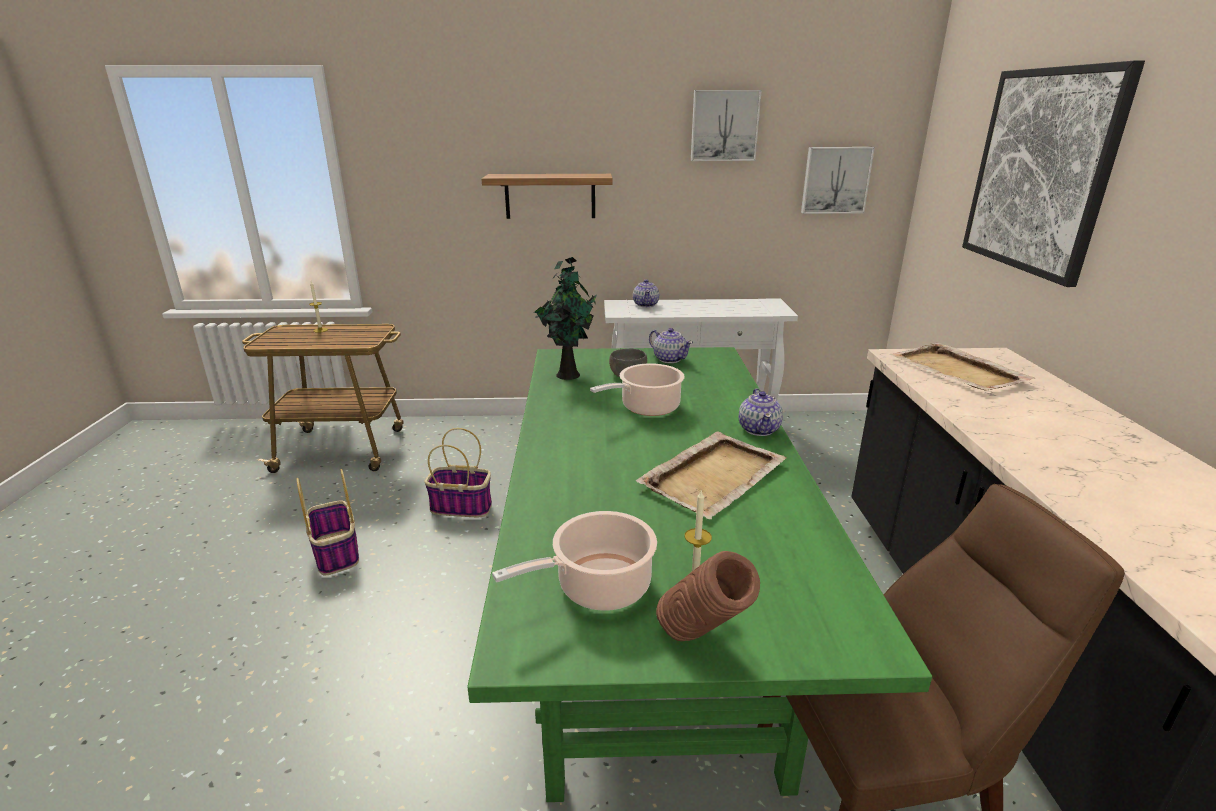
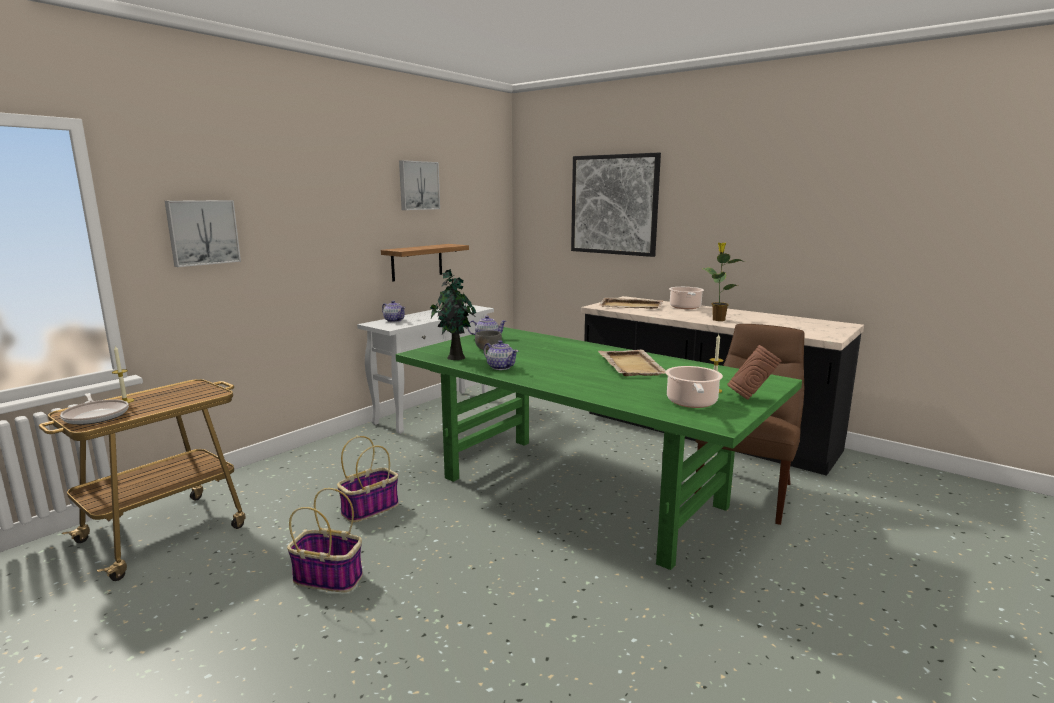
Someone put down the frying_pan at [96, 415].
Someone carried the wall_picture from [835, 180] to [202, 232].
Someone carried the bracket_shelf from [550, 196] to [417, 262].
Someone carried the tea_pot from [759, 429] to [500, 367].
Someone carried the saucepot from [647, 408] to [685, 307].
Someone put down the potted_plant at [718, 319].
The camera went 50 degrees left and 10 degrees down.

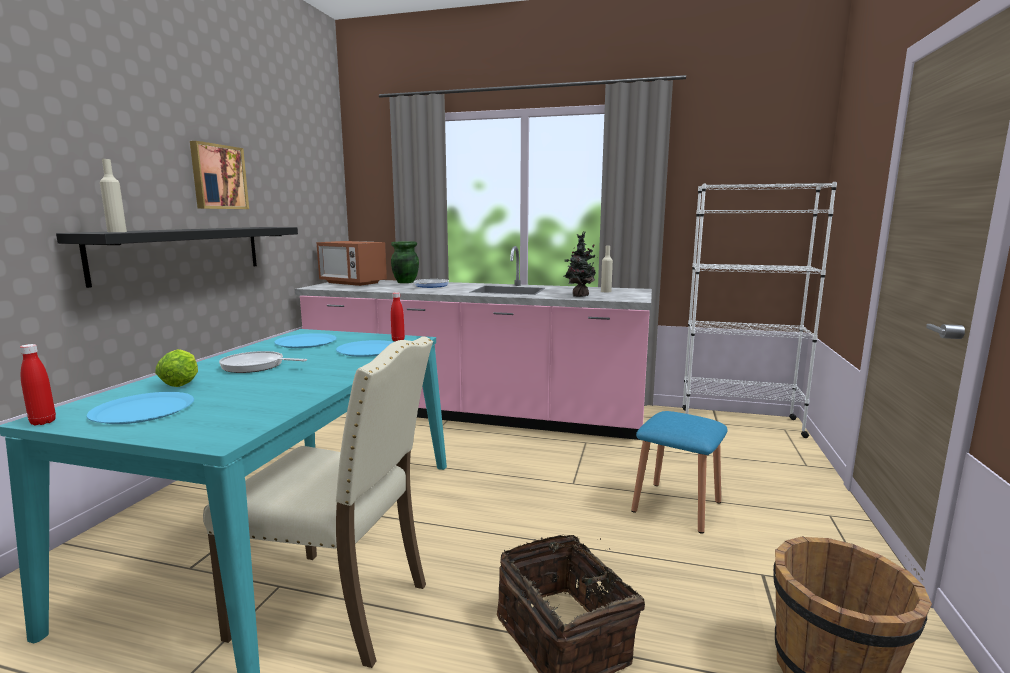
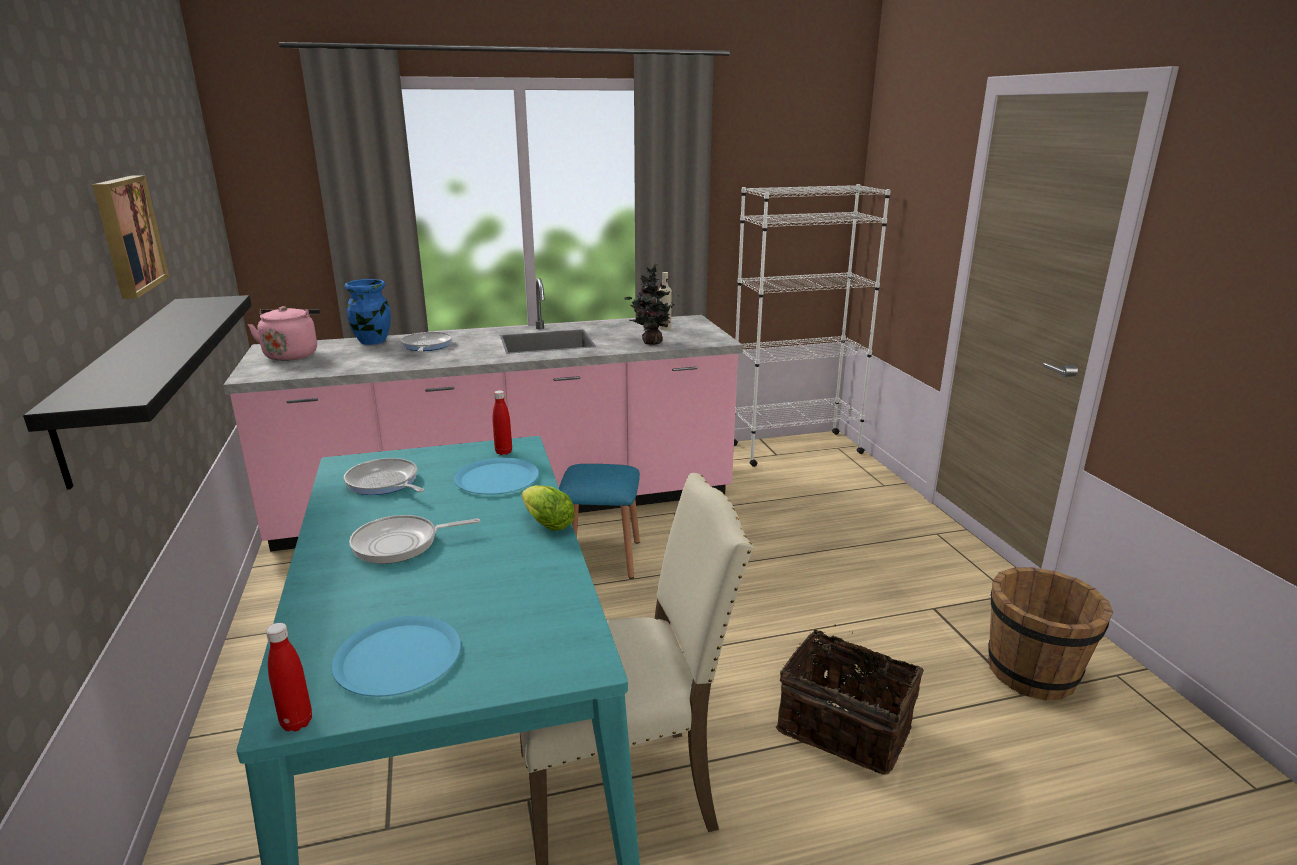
Someone swapped the microwave at [352, 283] for the pink_water_kettle at [292, 354].
Someone swapped the blue-coloured_flat_dish at [306, 342] for the frying_pan at [384, 483].
Someone repainted the green-coloured_decorative_vase at [405, 282], which became the blue-coloured_decorative_vase at [372, 341].
Someone carried the head_of_lettuce from [182, 382] to [545, 523].
Someone carried the blue-coloured_sitting_stool from [676, 506] to [601, 557].
Someone took away the beige-coloured_bottle at [117, 232].
The camera went 30 degrees left and 10 degrees up.

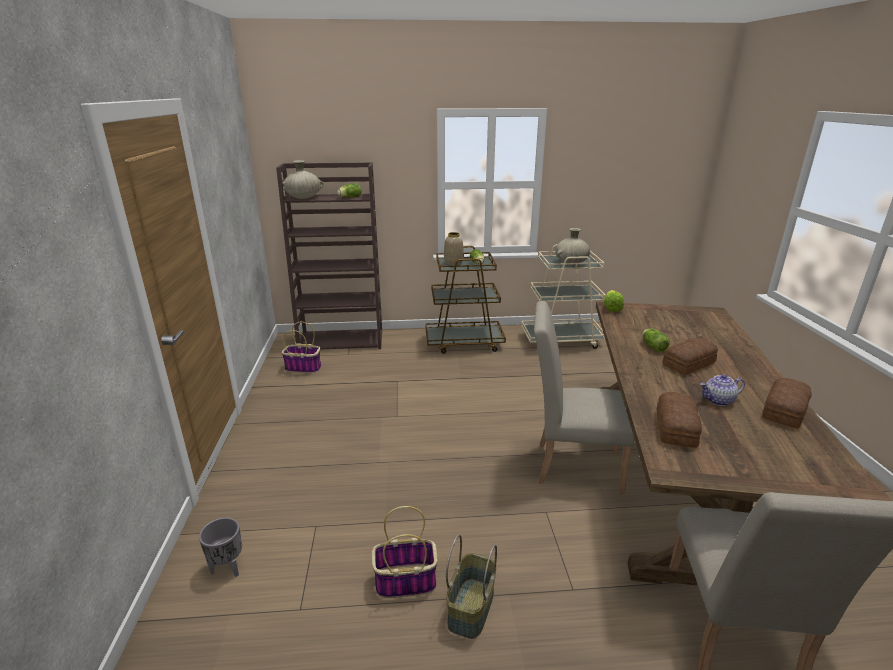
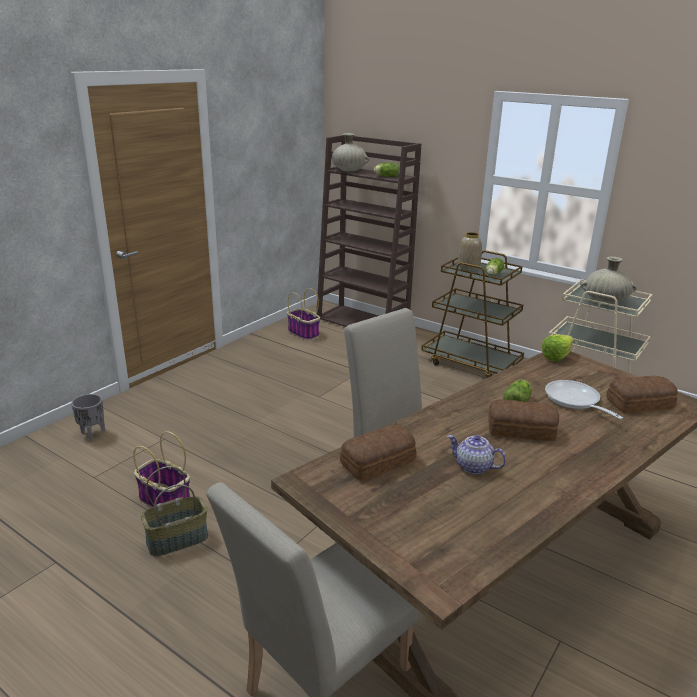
Someone put down the frying_pan at [575, 401].
Someone carried the bakery_bread from [785, 411] to [641, 404].
The camera went 40 degrees right and 0 degrees up.

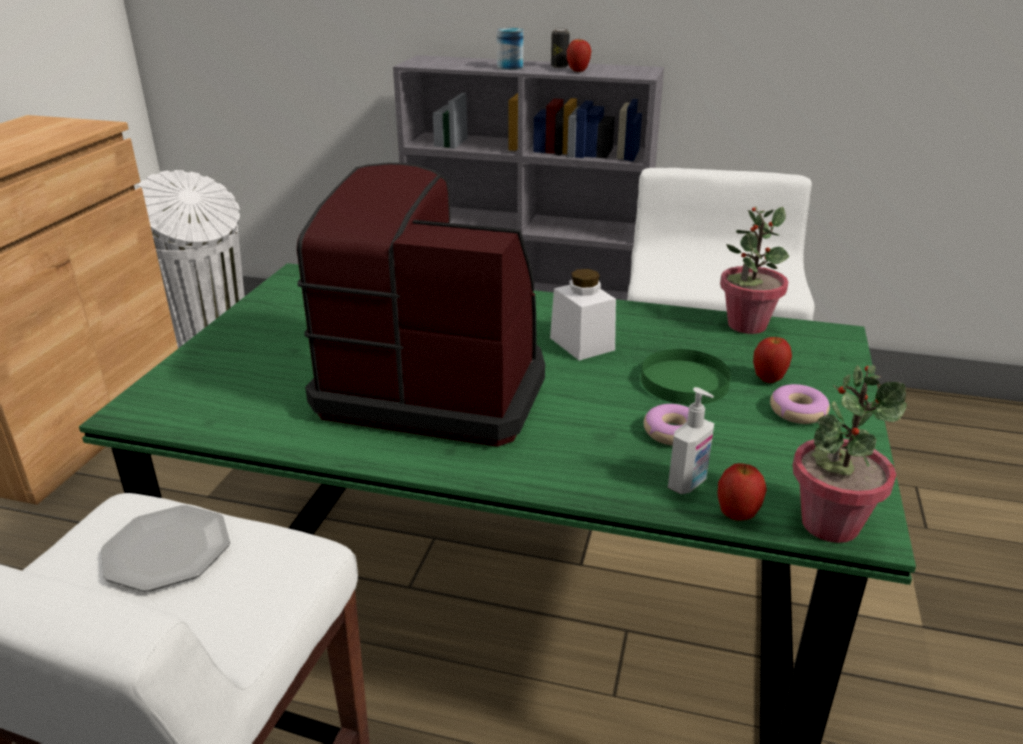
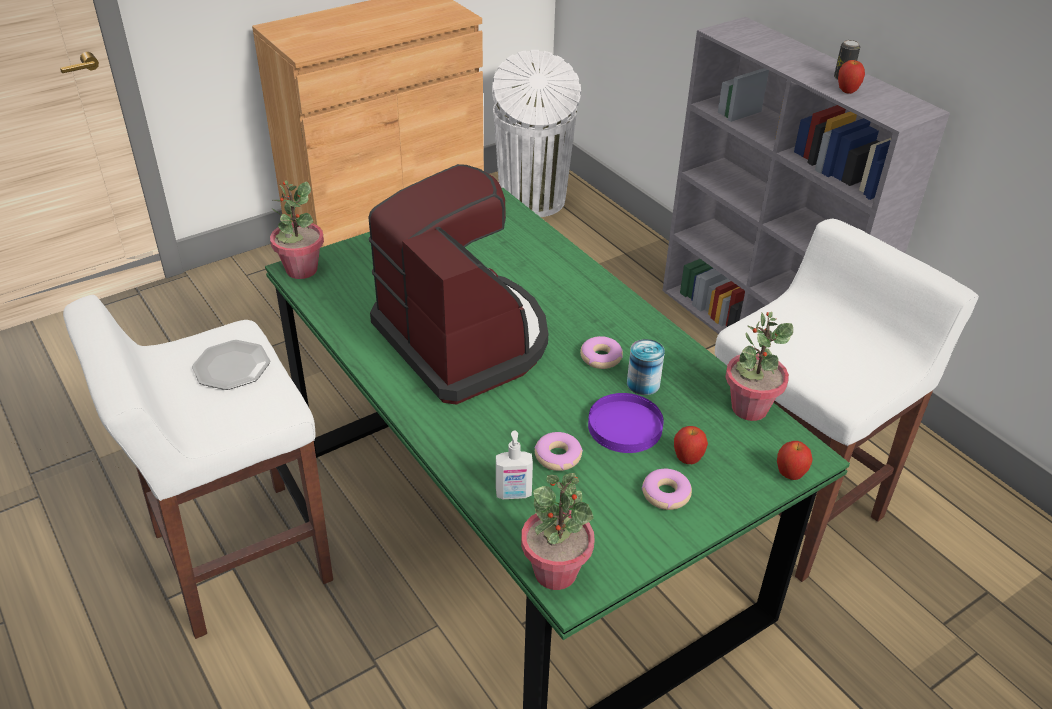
Someone put down the potted_plant at [301, 270].
Someone swapped the white-coloured_jar at [582, 344] for the ring_doughnut at [601, 358].
Someone repainted the green-coloured_flat_dish at [684, 381], which became the purple-coloured_flat_dish at [625, 426].
Someone carried the sealed_can from [510, 67] to [643, 384].
Someone carried the apple from [736, 515] to [790, 475].
The camera went 40 degrees right and 10 degrees up.

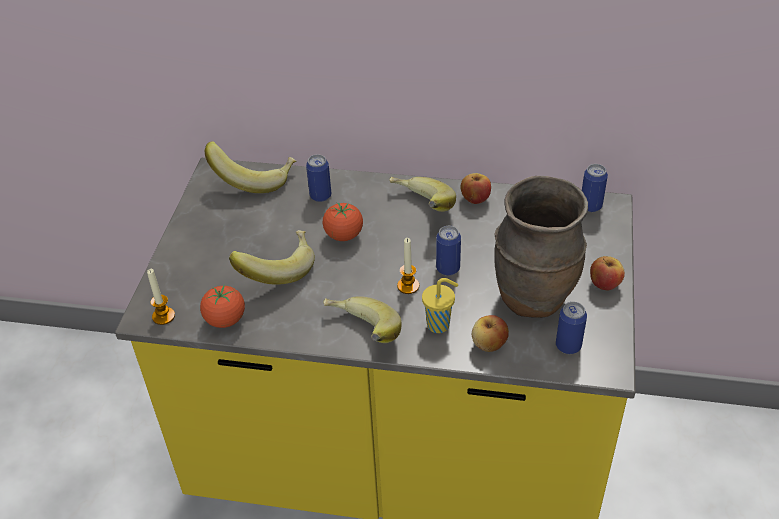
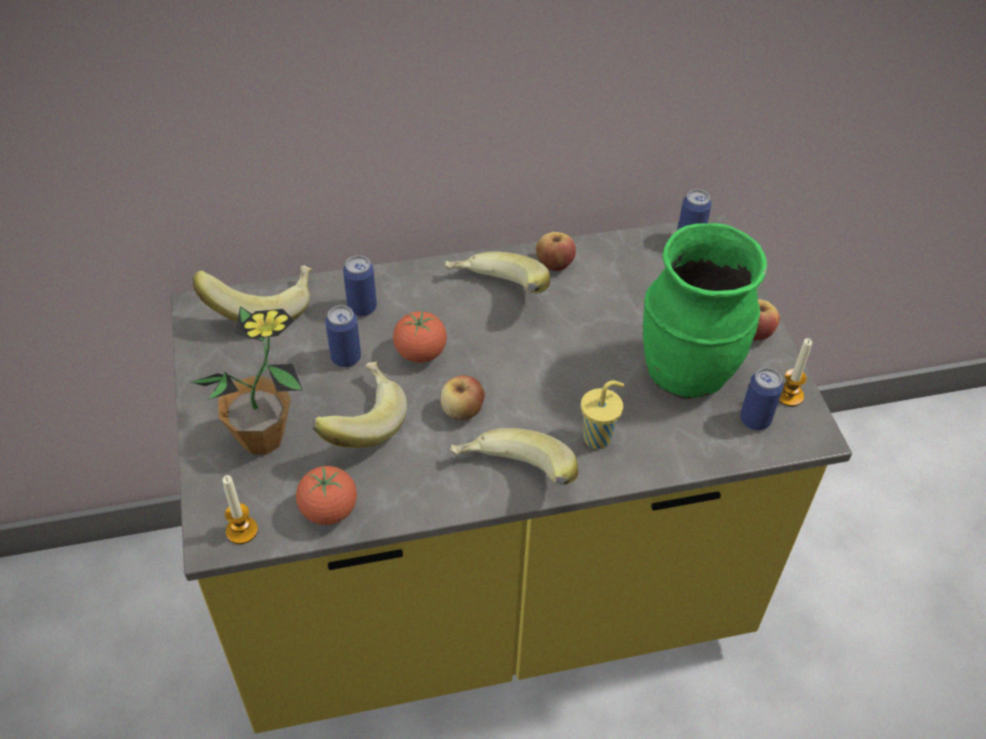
Someone put down the potted_plant at [262, 438].
Someone carried the sealed_can from [448, 268] to [346, 358].
Someone carried the apple from [489, 344] to [462, 411].
Someone repainted the brownish_decorative_vase at [533, 298], which became the green-coloured_decorative_vase at [686, 371].
Someone carried the candle from [408, 286] to [789, 395].
The camera went 25 degrees left and 5 degrees up.

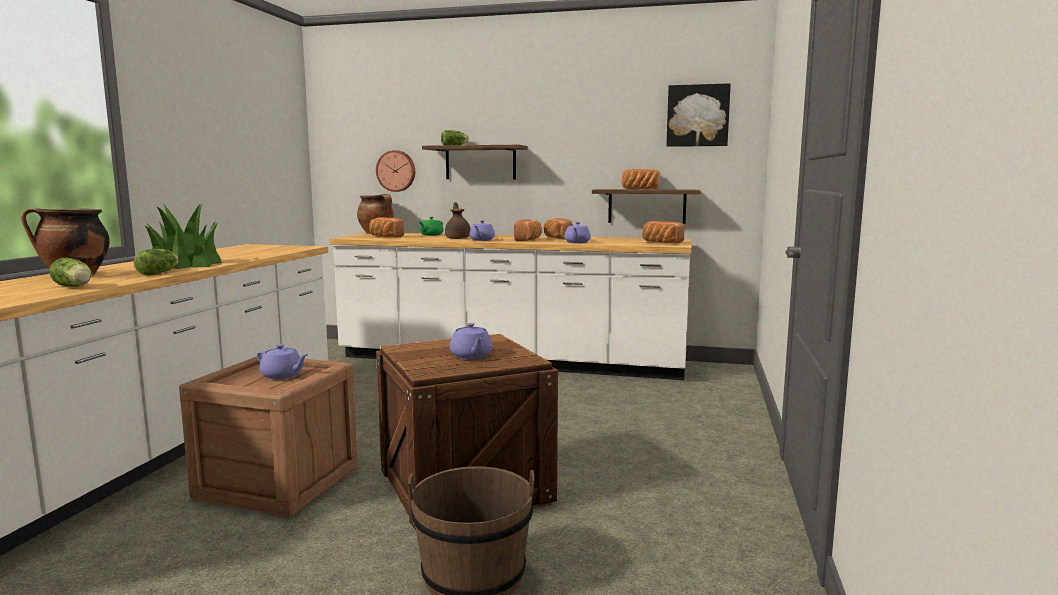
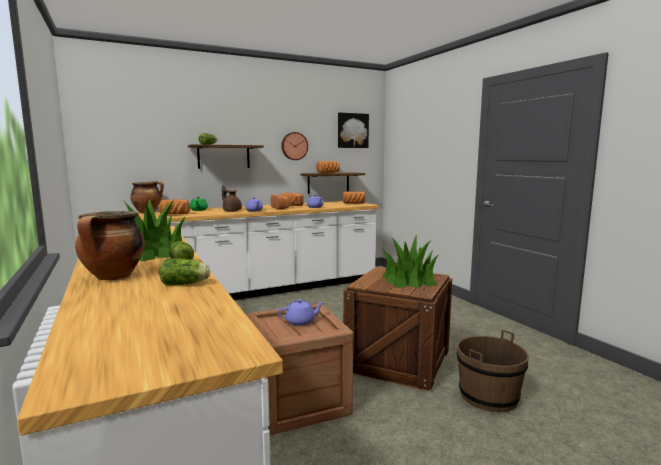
Someone carried the wall_clock from [396, 171] to [294, 146].
Someone swapped the purple-coloured_tea_pot at [471, 356] for the potted_plant at [409, 280].
The camera went 40 degrees left and 0 degrees up.

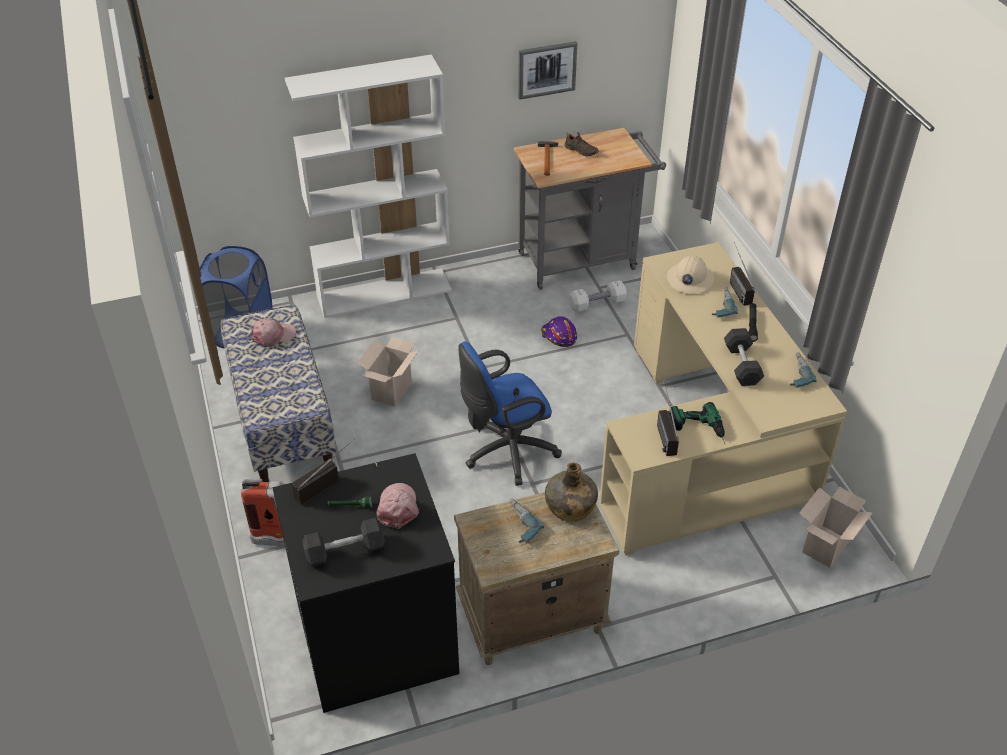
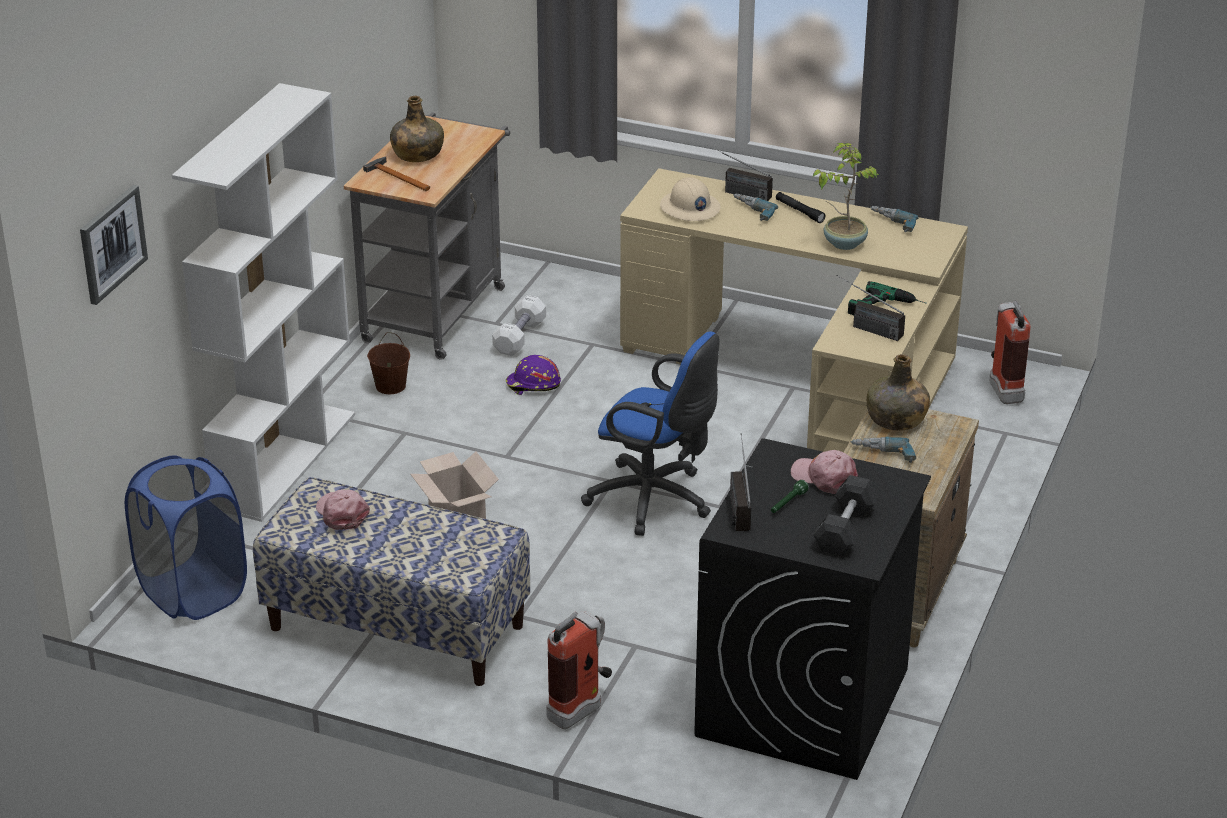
Someone carried the wall_picture from [546, 69] to [111, 243].
Someone rotated the pink_cap at [273, 335] by 45 degrees counterclockwise.
Someone put down the brownish_bucket at [390, 386].
Someone swapped the black_shoe at [580, 151] for the green-coloured_bottle at [417, 154].
Someone rotated the blue-coloured_computer_chair at [506, 452] by 75 degrees counterclockwise.
Someone swapped the gray_dumbbell at [741, 365] for the potted_plant at [844, 243].
Someone swapped the carton at [825, 545] for the fire_extinguisher at [1003, 388].
The camera went 50 degrees left and 10 degrees down.

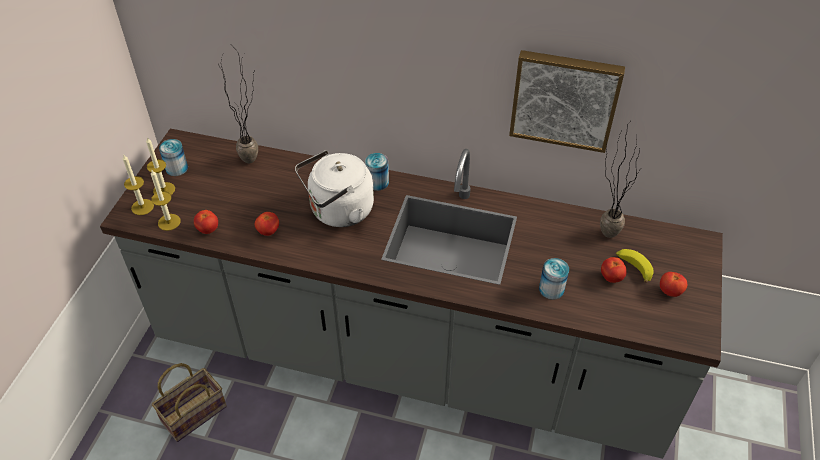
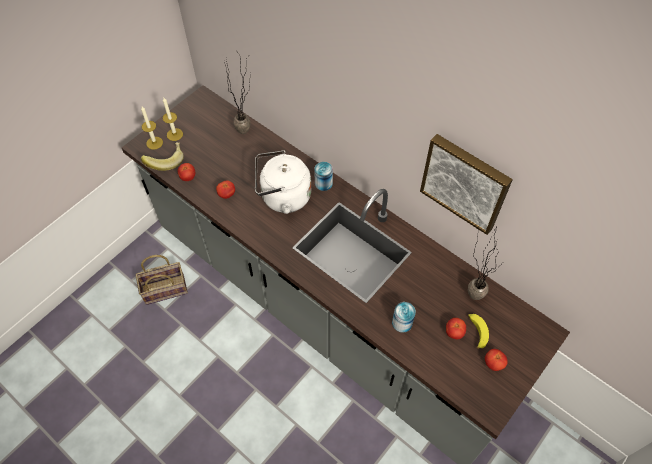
Someone swapped the candle at [169, 222] for the whole_banana at [165, 161].
Someone took away the sealed_can at [176, 168].
The camera went 25 degrees right and 10 degrees up.

